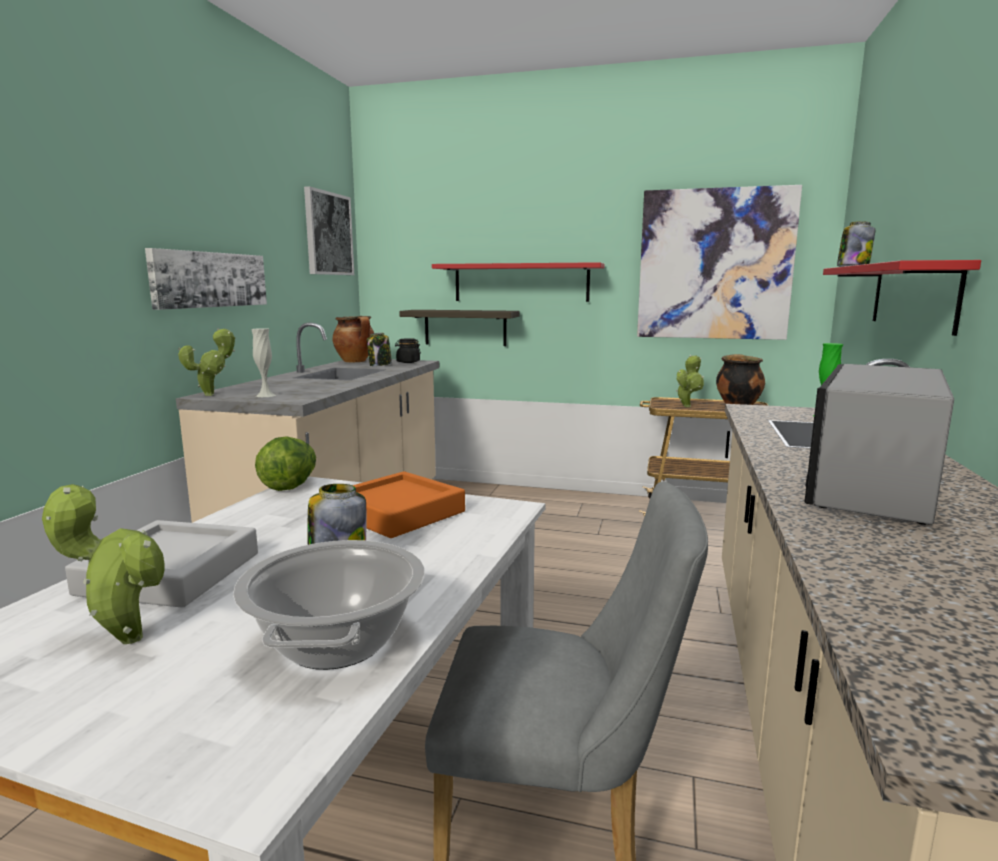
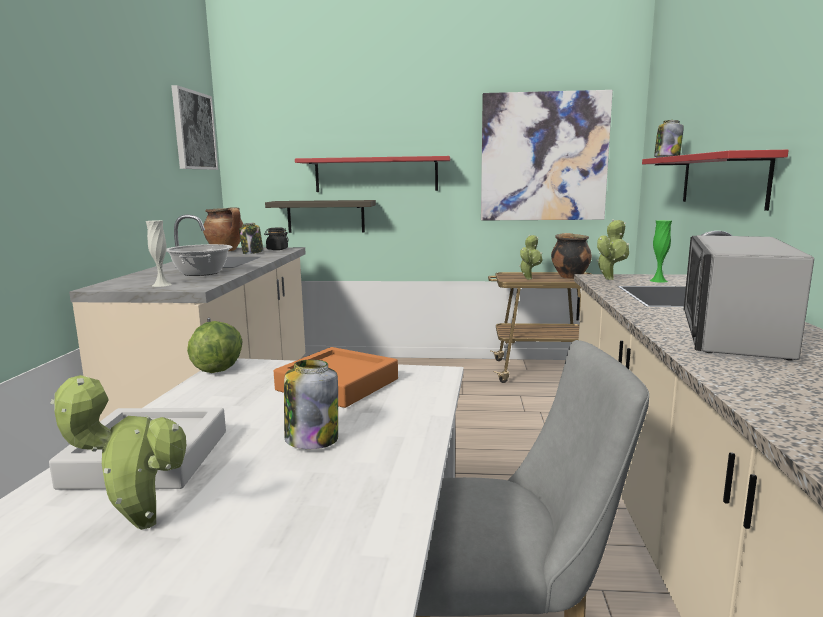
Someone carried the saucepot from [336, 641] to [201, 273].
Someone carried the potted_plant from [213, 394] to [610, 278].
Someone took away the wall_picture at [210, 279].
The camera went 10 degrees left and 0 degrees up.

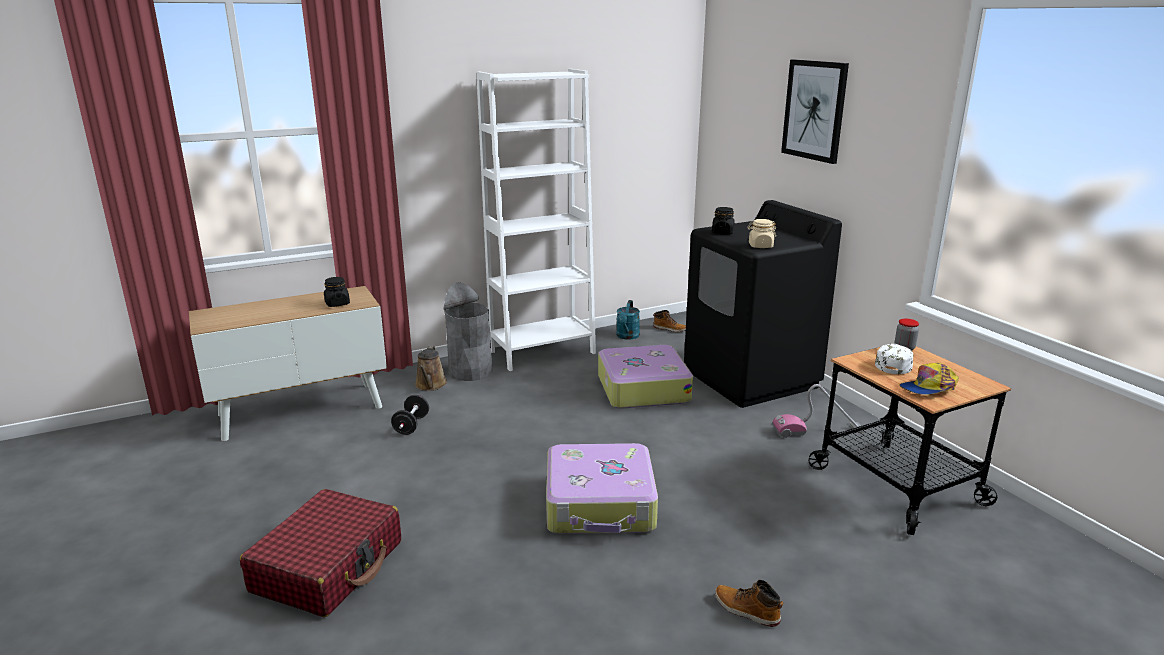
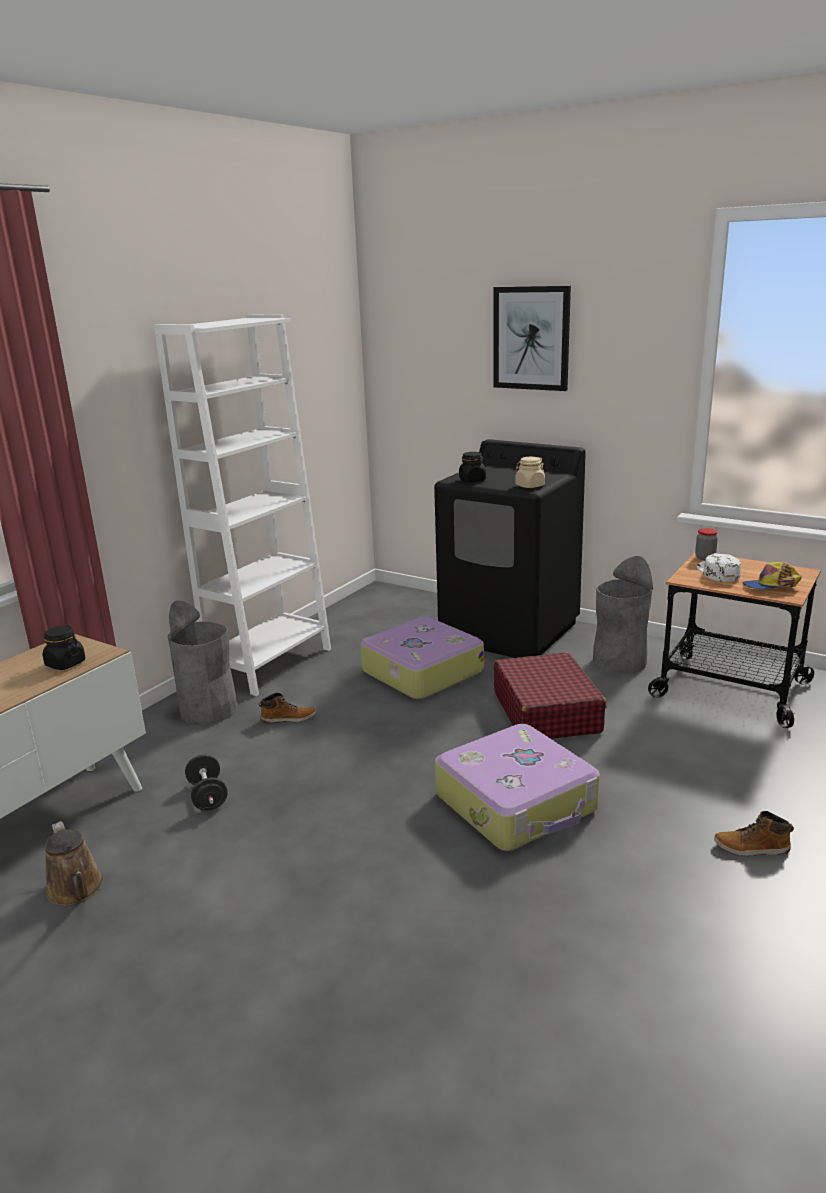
Someone carried the brownish_sprinkling_can from [430, 385] to [77, 890].
Someone carried the boot from [670, 329] to [288, 718].
Someone carried the red-coloured_travel_case from [328, 566] to [546, 712].
Someone swapped the hoover at [818, 430] for the gray_rubbish_bin at [619, 662].
Someone rotated the cap at [928, 388] by 45 degrees clockwise.
Someone took away the blue-green_sprinkling_can at [627, 336].
The camera went 30 degrees left and 0 degrees up.

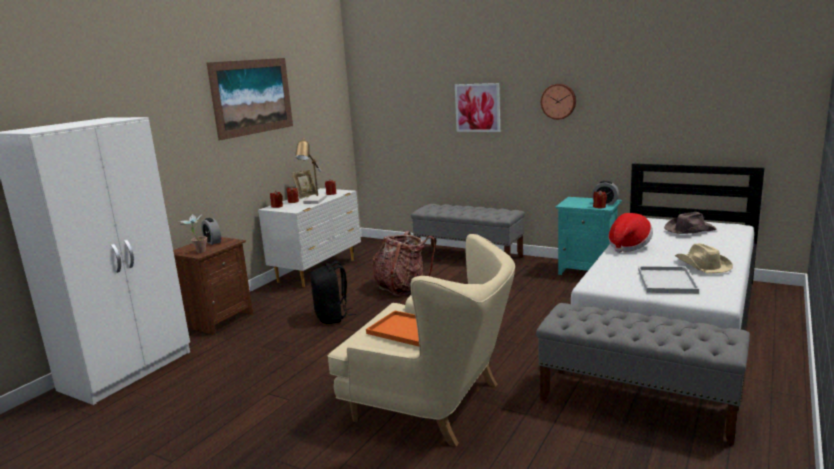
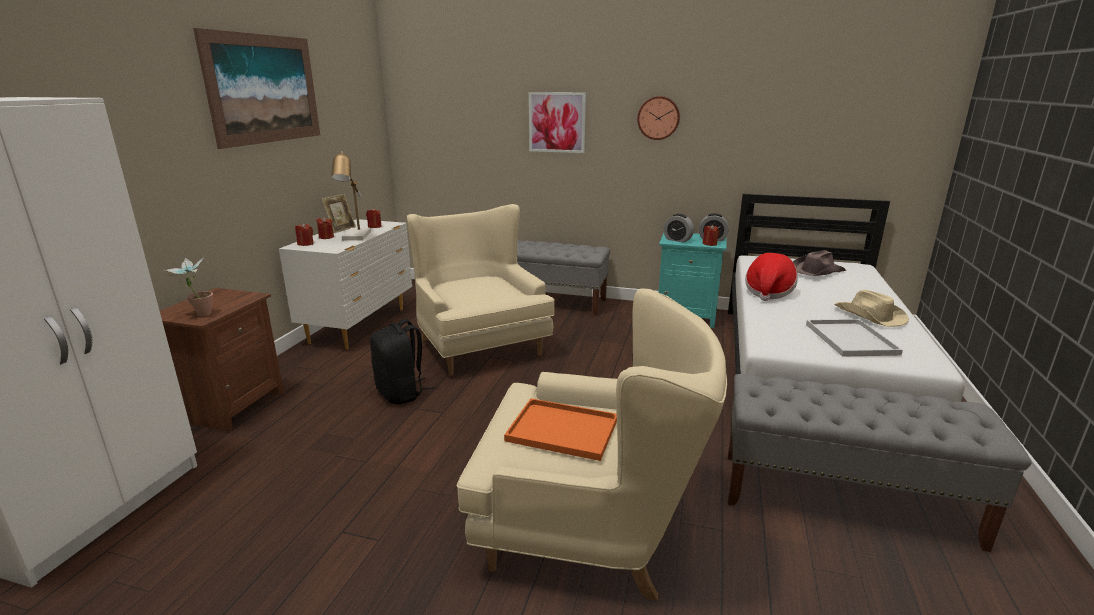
Someone swapped the rucksack at [402, 287] for the beige-coloured_armchair at [479, 345].
Someone carried the table_clock from [212, 242] to [677, 240].
The camera went 15 degrees left and 5 degrees up.

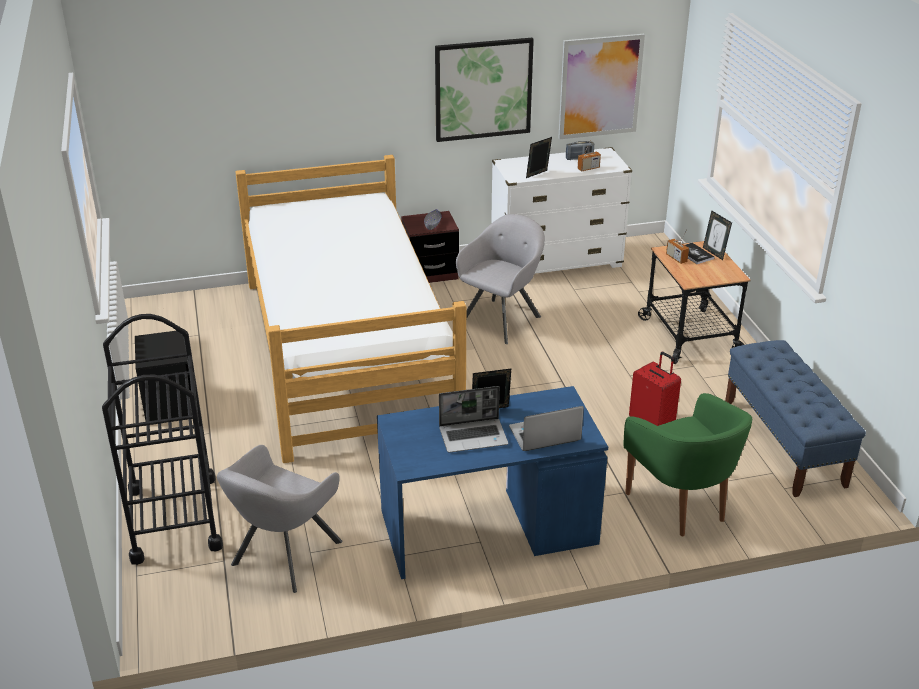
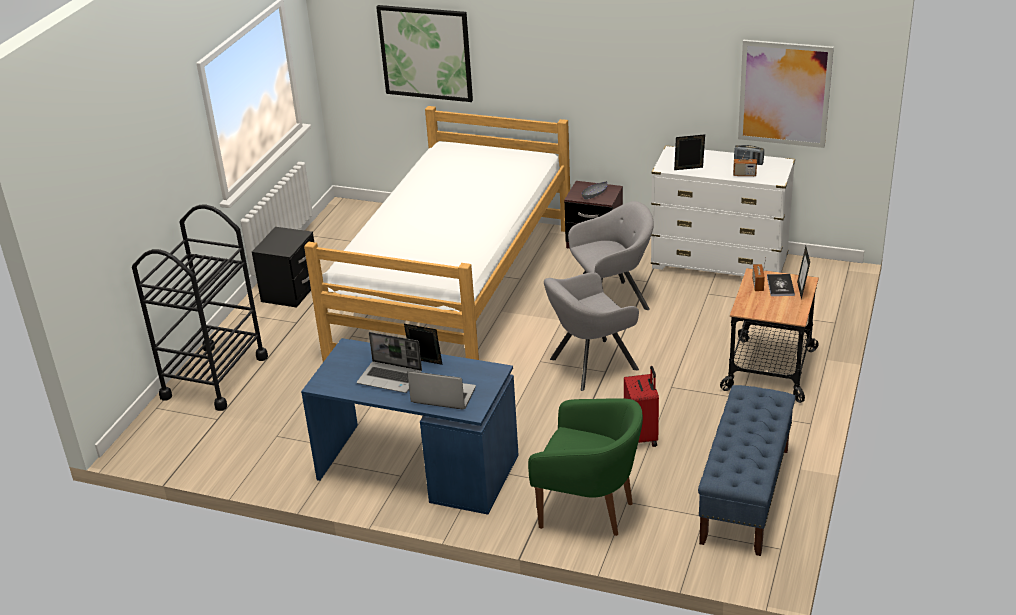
Someone carried the wall_picture from [483, 89] to [426, 53].
Someone rotated the green-coloured_armchair at [680, 505] by 75 degrees counterclockwise.
Someone carried the gray_armchair from [284, 556] to [590, 365].
The camera went 35 degrees right and 0 degrees up.

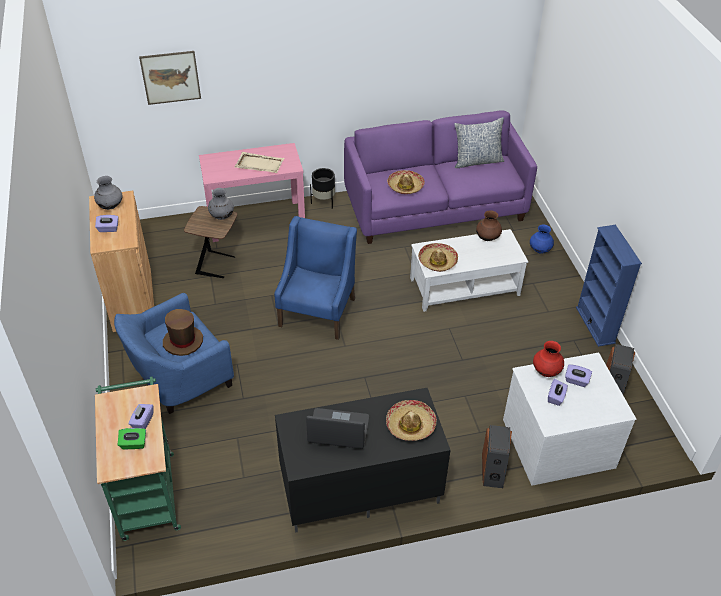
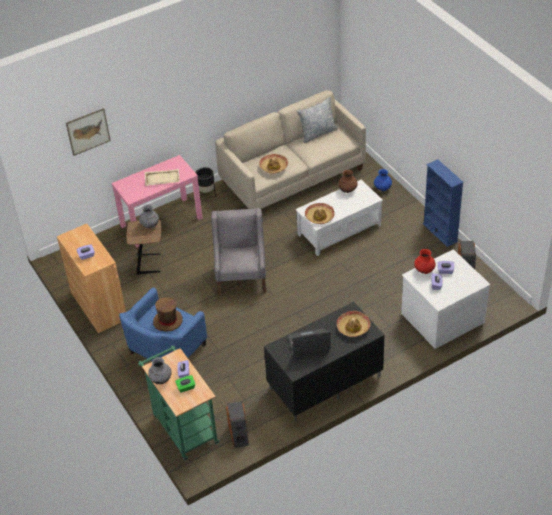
Someone carried the gray_decorative_vase from [110, 206] to [161, 379].
Someone repainted the blue-coloured_armchair at [318, 311], which became the gray_armchair at [242, 277].
Someone repainted the purple-coloured_settee at [434, 207], which became the beige-coloured_settee at [292, 175].
Someone carried the audio_speaker from [493, 470] to [239, 435].
The camera went 15 degrees left and 0 degrees up.

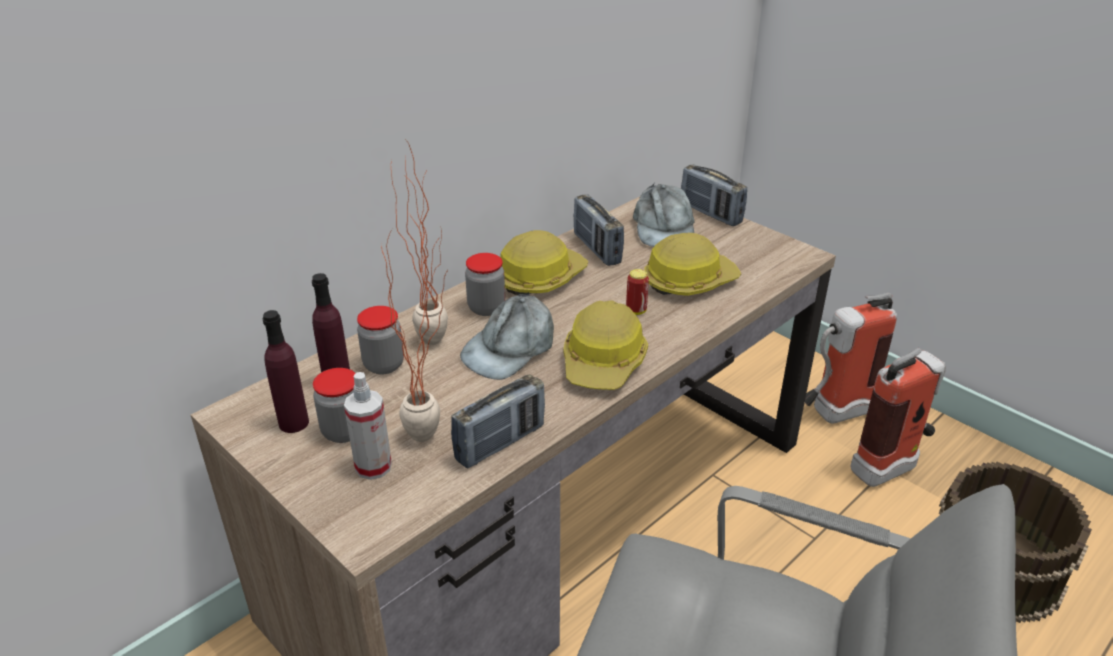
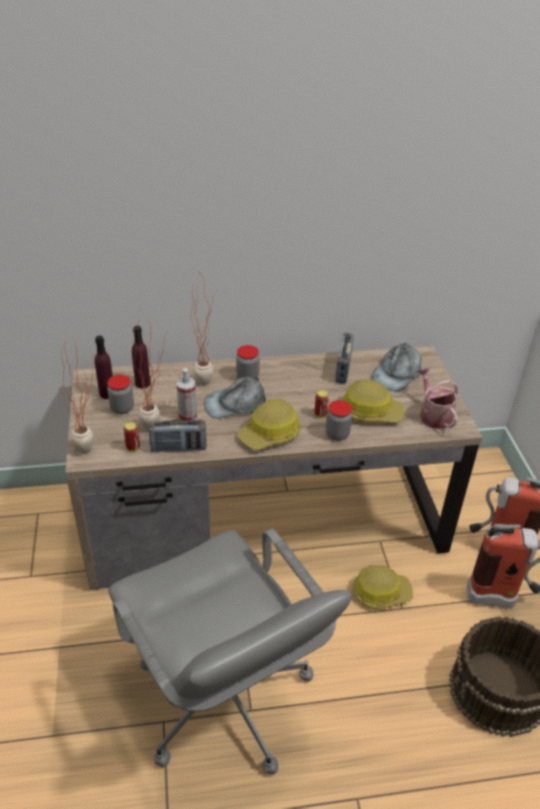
Someone put down the potted_plant at [91, 451].
Someone put down the sealed_can at [133, 448].
Someone carried the sprayer from [373, 466] to [187, 416].
Someone carried the jar from [384, 365] to [337, 434].
Someone carried the hard_hat from [539, 278] to [380, 592].
Someone put down the sprinkling_can at [433, 414].
Someone took away the radio_set at [710, 213].
The camera went 35 degrees right and 5 degrees up.

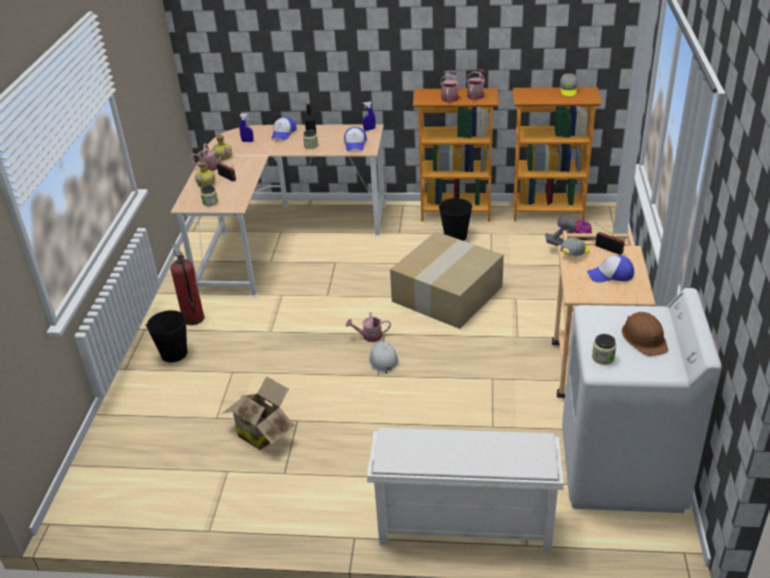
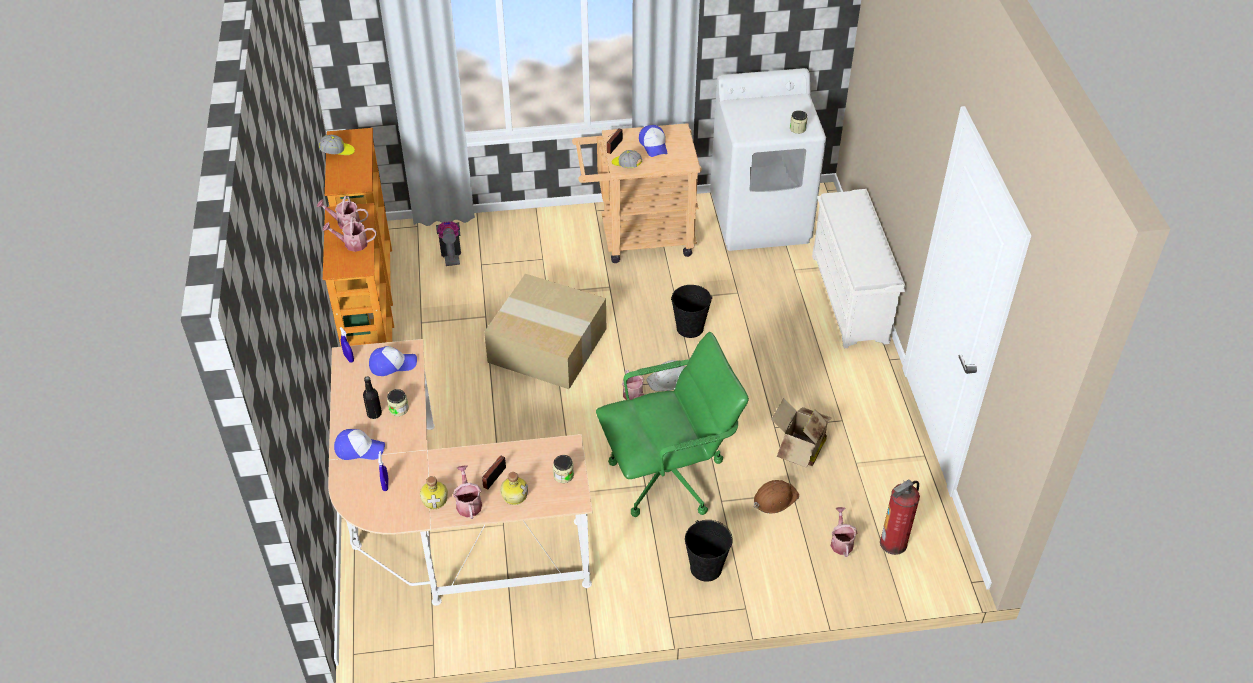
Someone put down the green-coloured_computer_chair at [668, 477].
Someone carried the black_bucket from [455, 236] to [689, 328].
Someone carried the brownish_hard_hat from [644, 338] to [775, 498].
Someone put down the sprinkling_can at [841, 542].
Someone carried the fire_extinguisher from [193, 318] to [893, 543].
The camera went 105 degrees left and 10 degrees up.

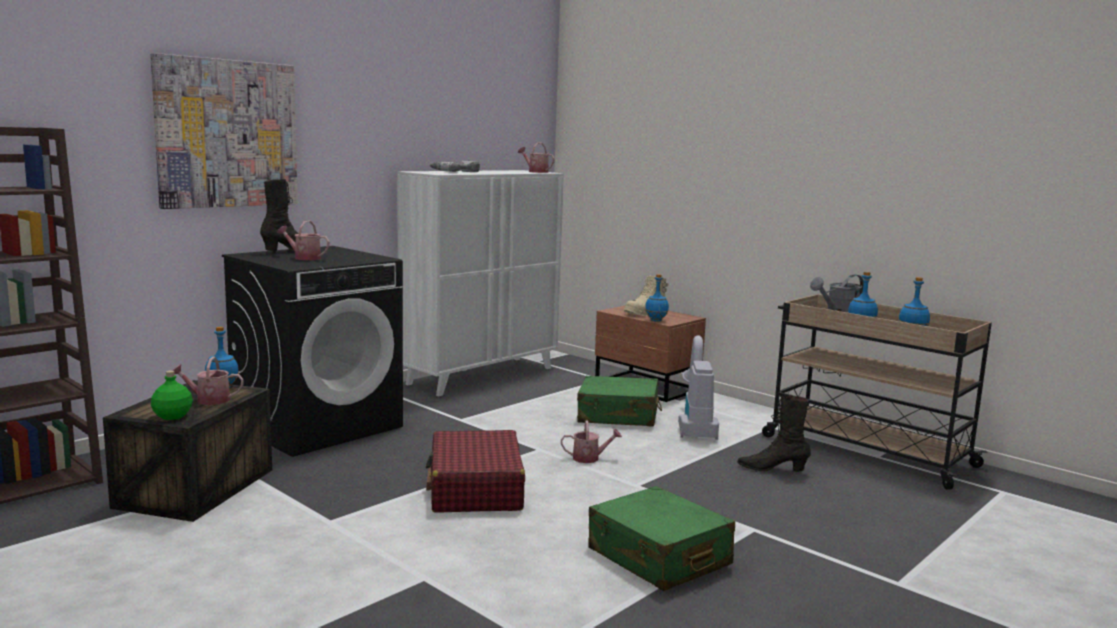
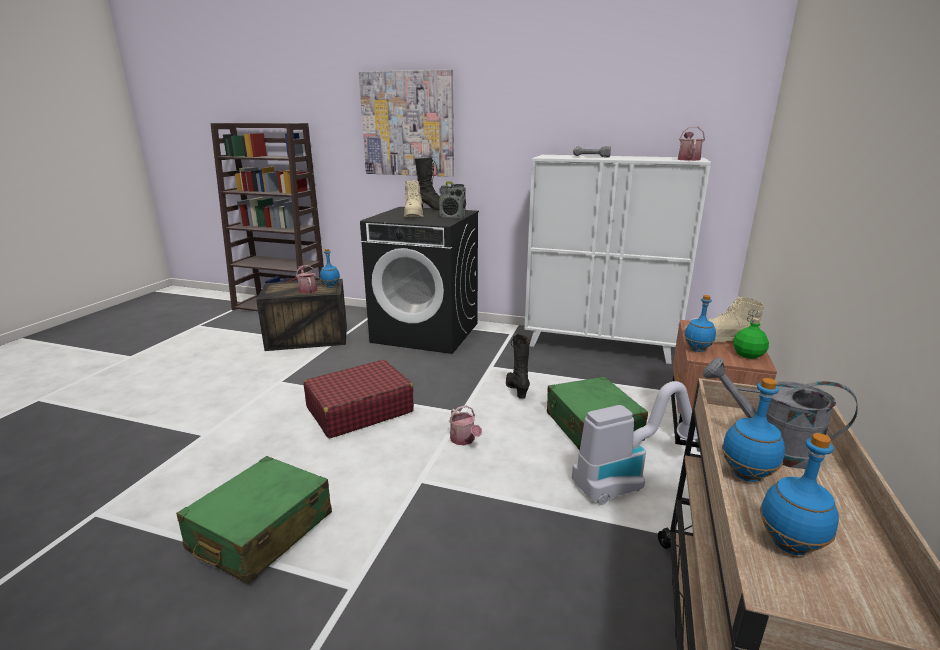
Someone swapped the sprinkling_can at [304, 258] for the beige-coloured_boot at [413, 215].
Someone put down the radio_set at [452, 217].
Someone carried the black_boot from [772, 469] to [516, 389].
Someone carried the green-coloured_bottle from [172, 416] to [747, 354].
The camera went 65 degrees right and 10 degrees up.

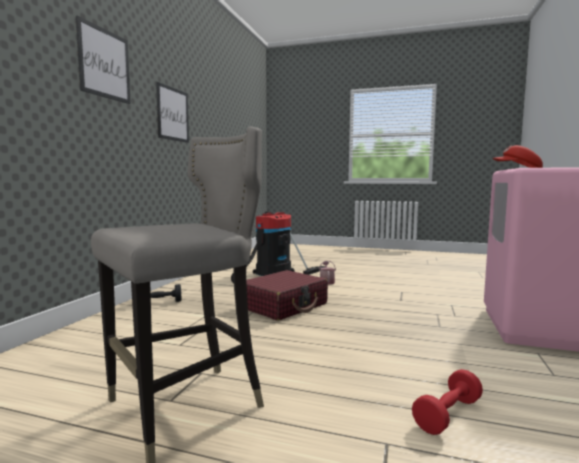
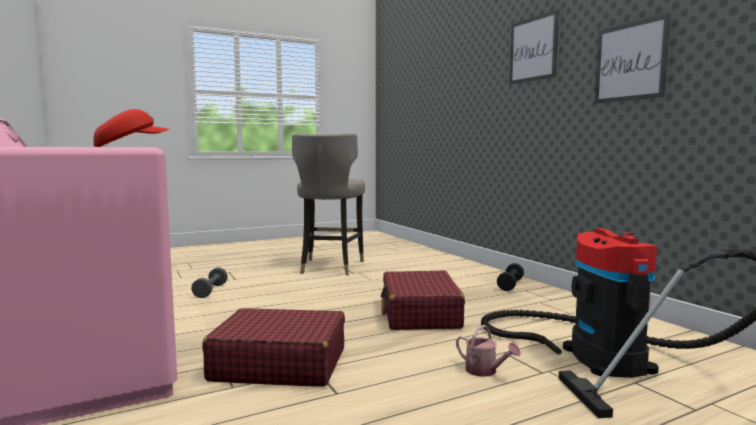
Someone repainted the red-coloured_dumbbell at [447, 415], which became the gray_dumbbell at [210, 291].
Someone put down the red-coloured_travel_case at [279, 364].
The camera went 135 degrees right and 0 degrees up.

